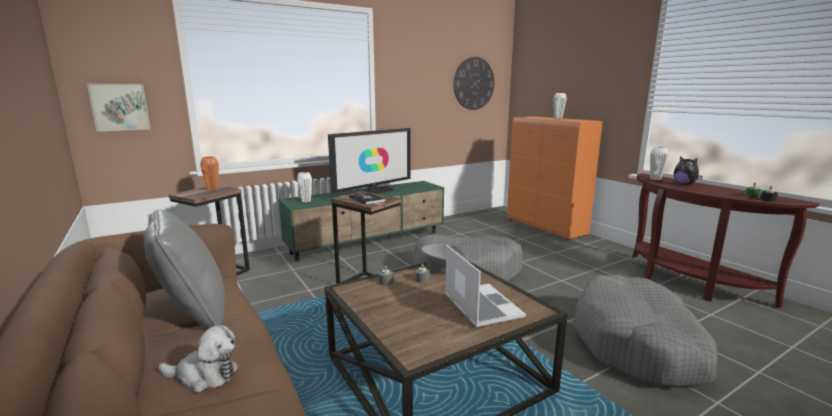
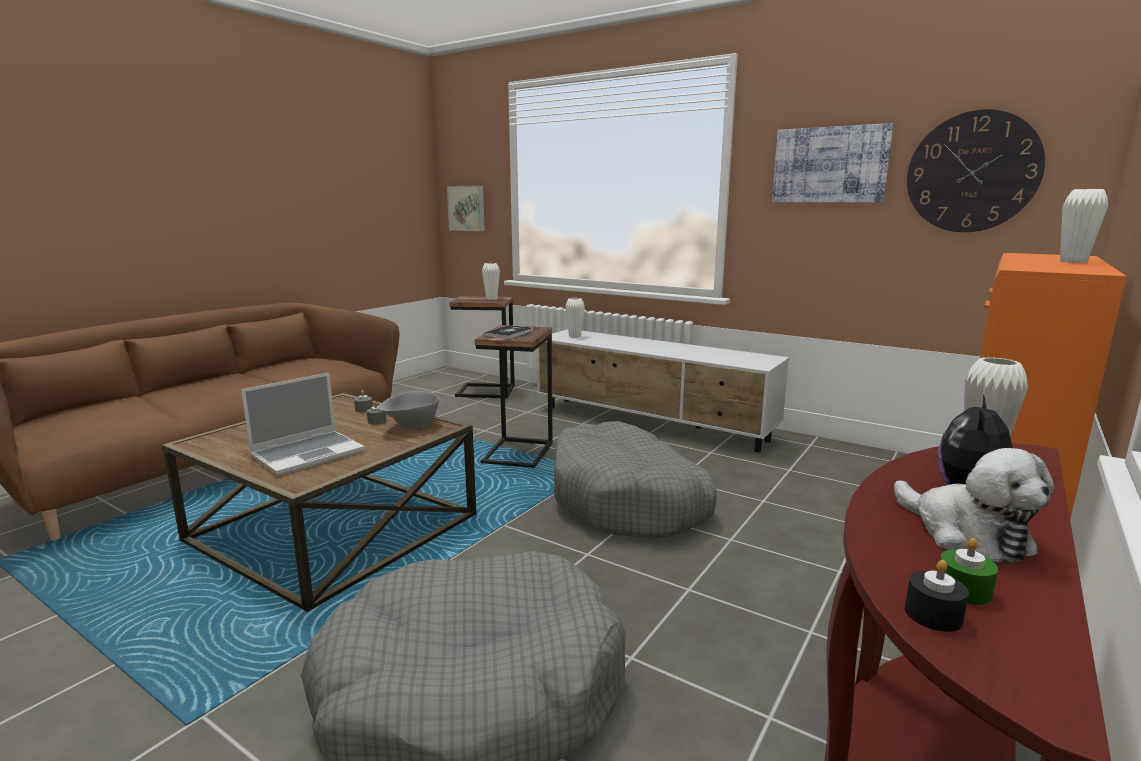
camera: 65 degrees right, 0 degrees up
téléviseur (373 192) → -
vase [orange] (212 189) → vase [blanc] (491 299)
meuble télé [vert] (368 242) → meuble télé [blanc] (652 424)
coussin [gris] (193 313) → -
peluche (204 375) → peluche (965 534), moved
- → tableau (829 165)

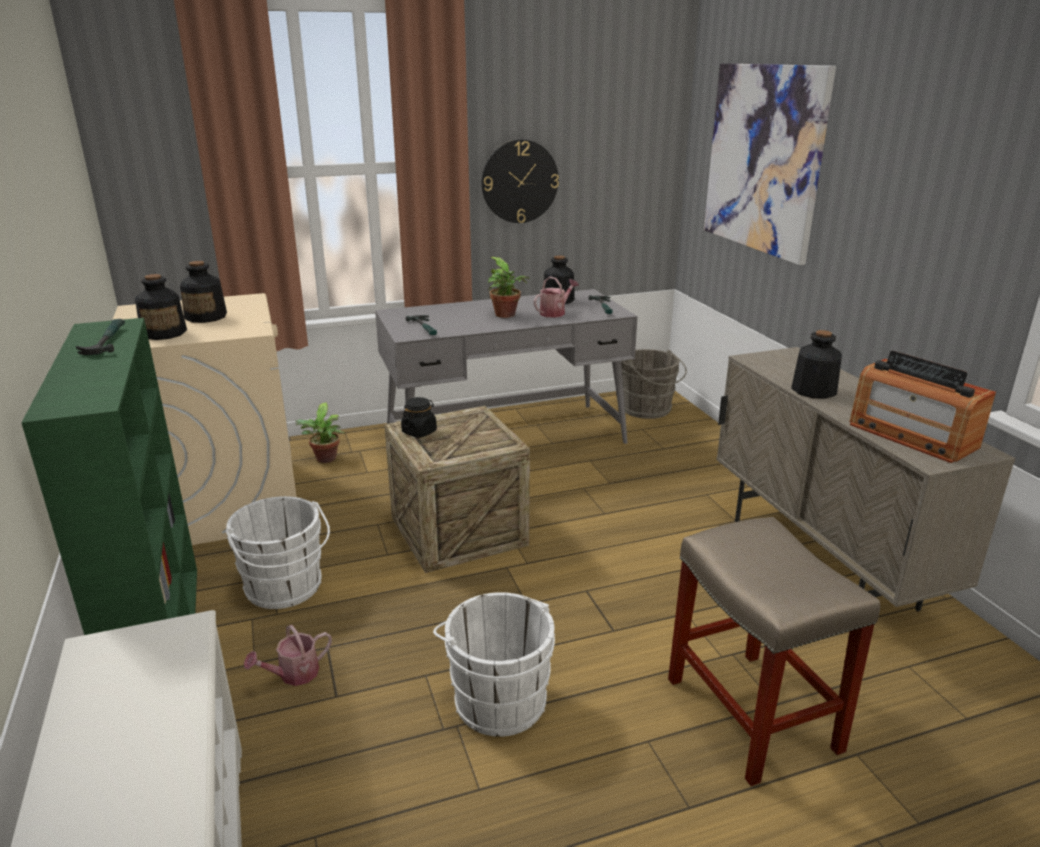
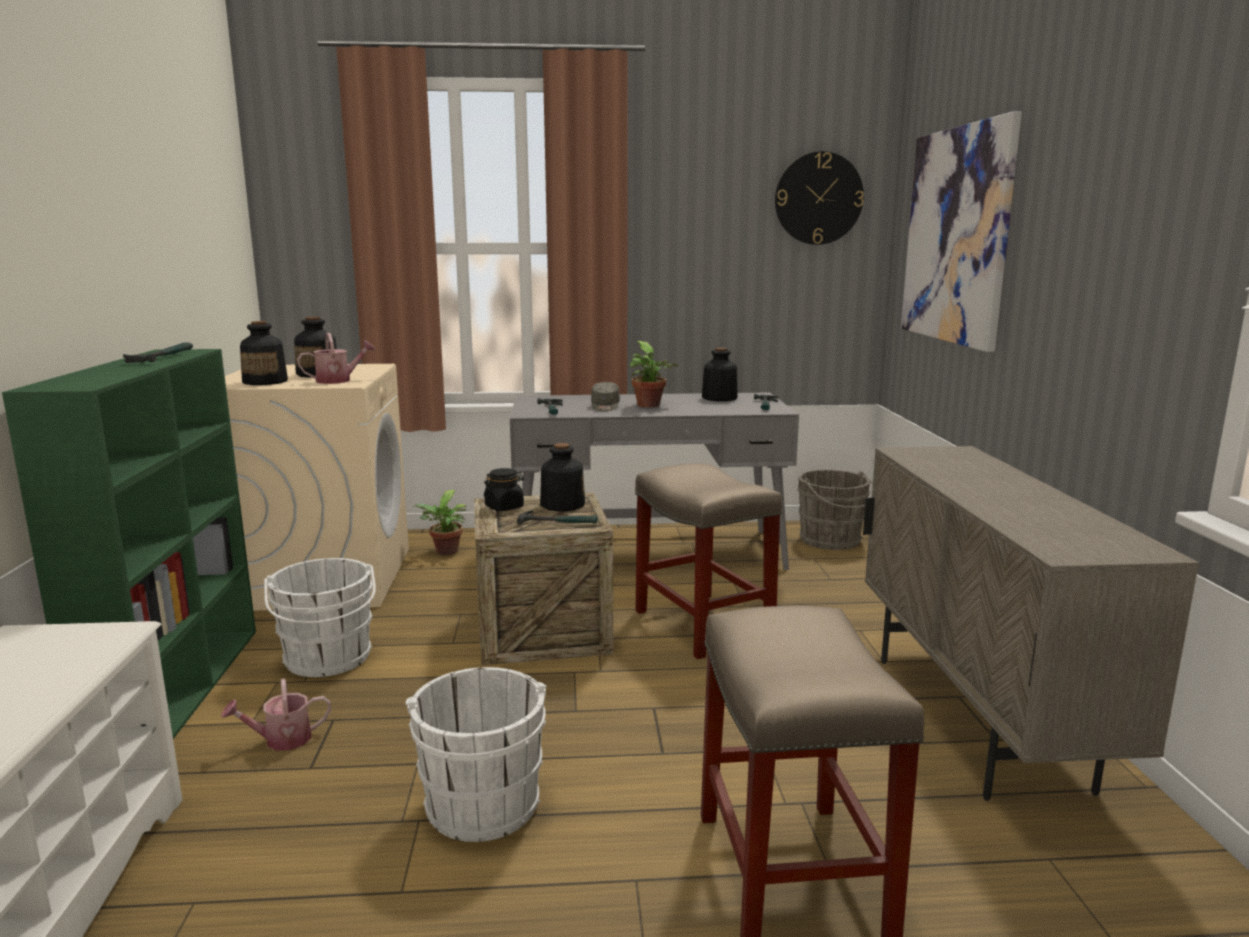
camera: 15 degrees right, 10 degrees down
horloge murale (519 181) → horloge murale (818 198), moved
arrosoir (555 312) → arrosoir (338 380), moved
bouteille (813 390) → bouteille (562 505), moved
radio (911 436) → -
- → casquette [gris] (605 406)
- → tabouret [beige] (701 624)
- → marteau (558 523)

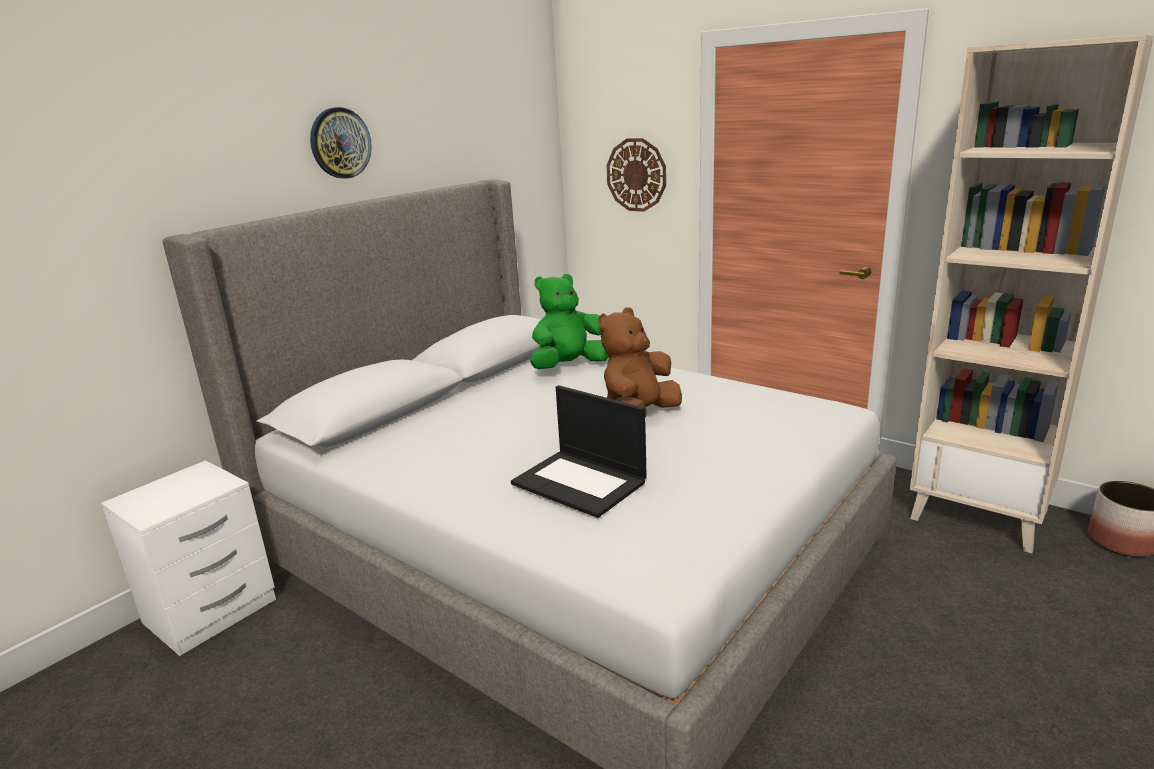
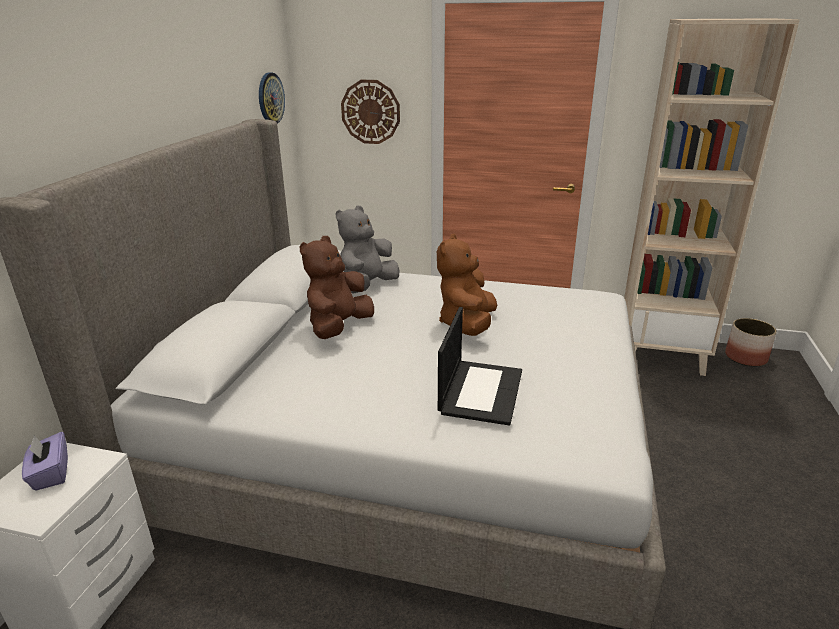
camera: 25 degrees left, 5 degrees up
horloge murale (340 143) → horloge murale (270 98), moved
peluche [vert] (569 366) → peluche [gris] (367 286)
ordinateur portable (581 483) → ordinateur portable (480 391), 90 degrees counterclockwise
- → peluche [marron] (338 327)
- → boîte à mouchoirs [violet] (50 474)

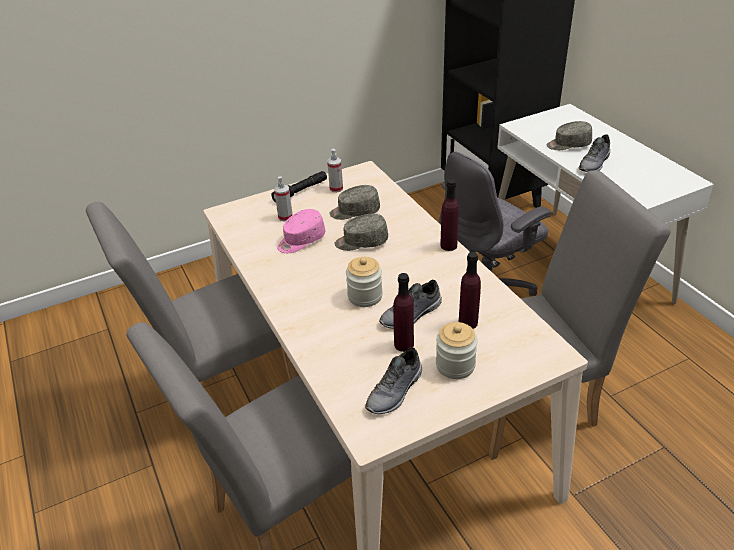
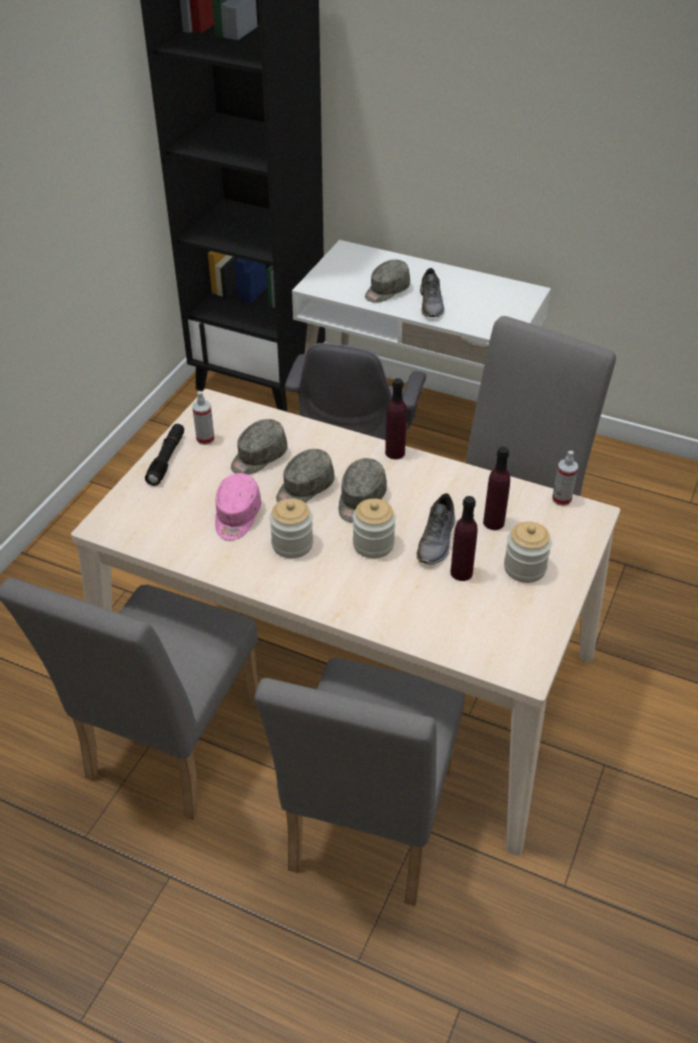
camera: 40 degrees left, 5 degrees up
vaporisateur (285 217) → vaporisateur (561 499), moved
chaussure [gris] (395 391) → -
- → casquette [gris] (360 500)
- → bocal (292 544)

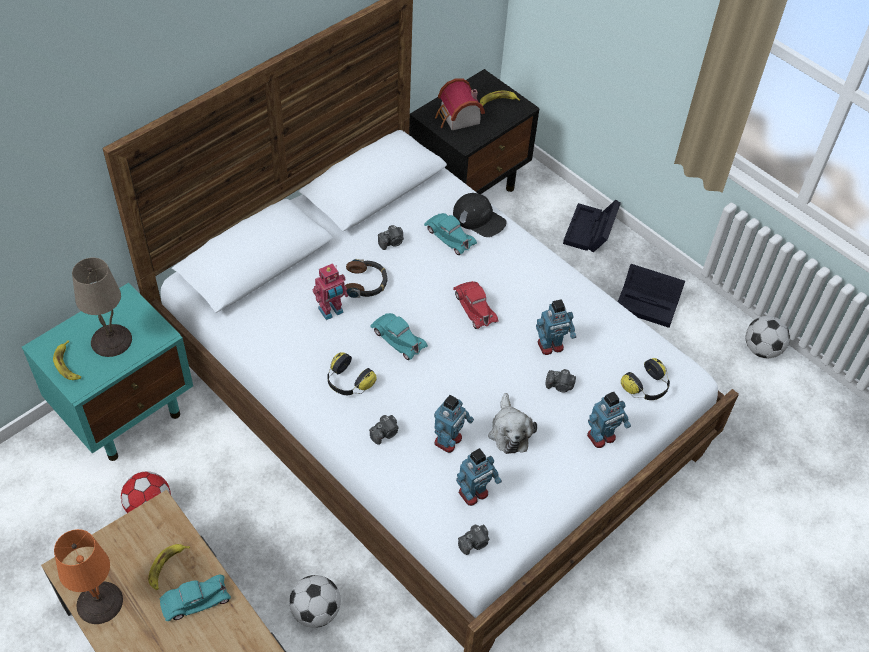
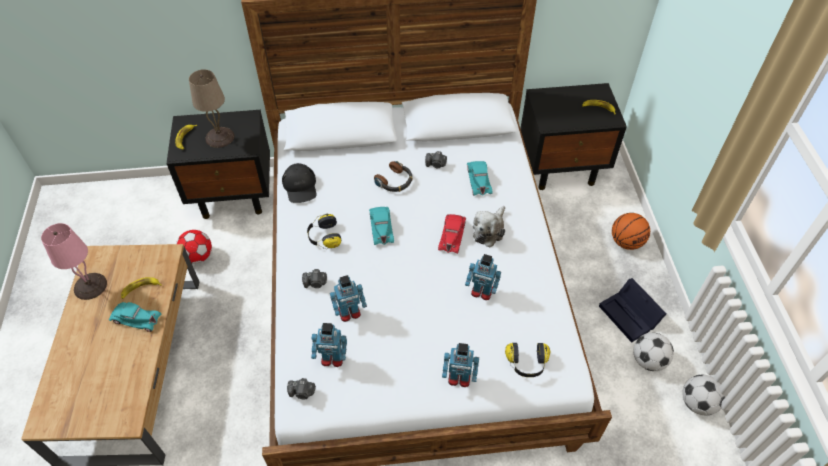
camera: 40 degrees right, 0 degrees up
maison miniature (458 118) → -
casquette [noir] (479 219) → casquette [noir] (300 186), moved
boîte de rangement [noir] (590 232) → ballon de basket (626 242)
robot jouet (331 311) → -
table de chevet [turquoise] (126 412) → table de chevet [noir] (235 195)
appareil photo (560 386) → -
peluche (509 431) → peluche (489 230), moved
lampe de table [orange] (100 601) → lampe de table [rose] (91 285)
ballon de foot (316 611) → ballon de foot (648 360), moved

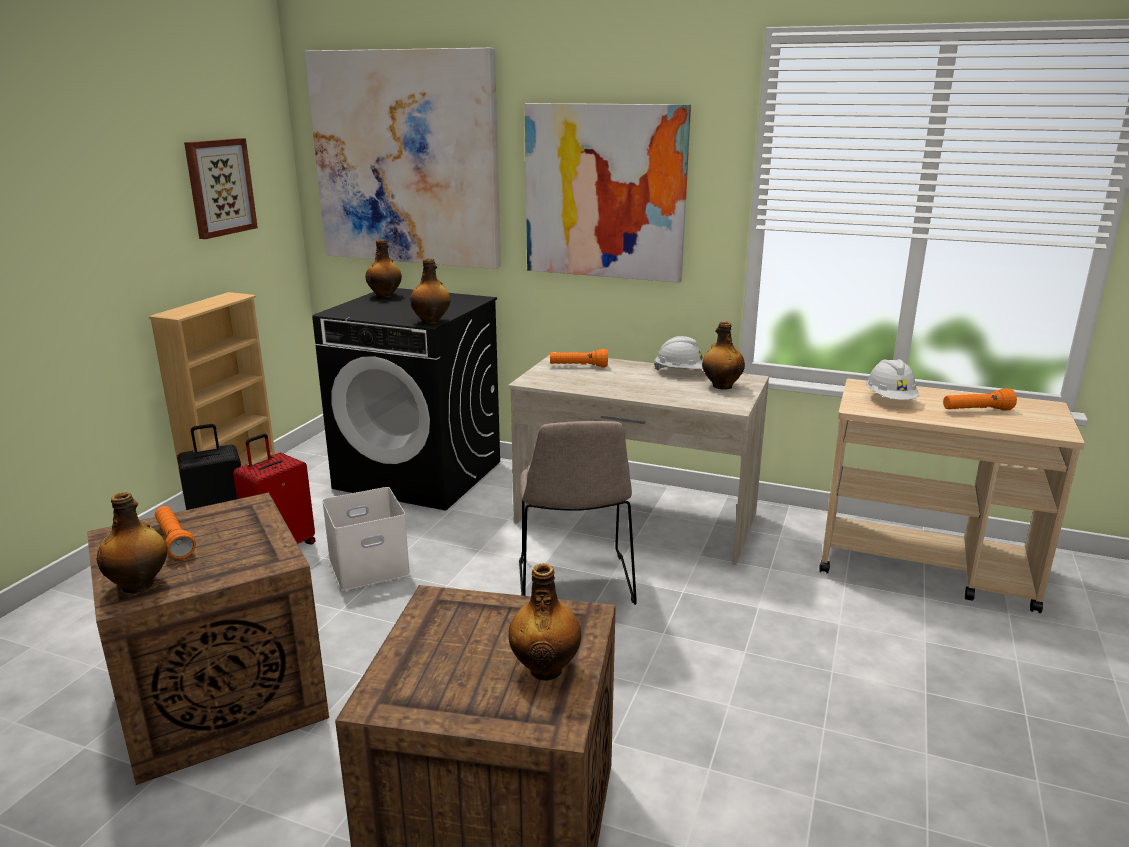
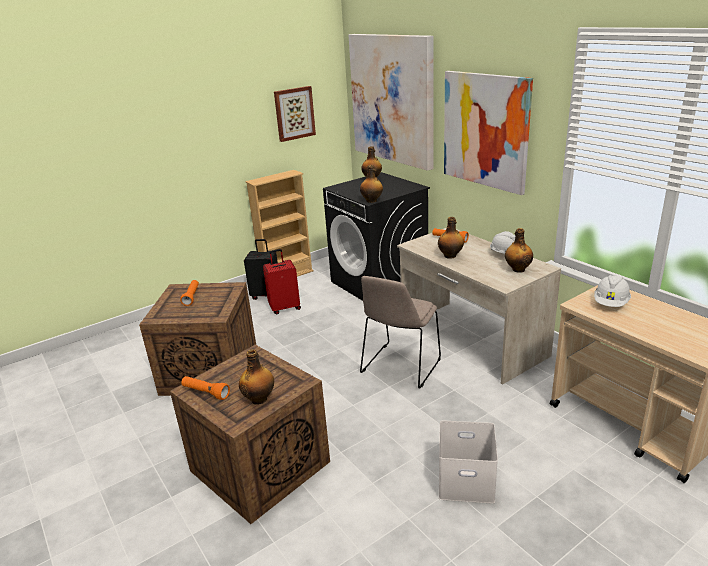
camera: 35 degrees right, 5 degrees up
lampe de poche [orange] (976 411) → lampe de poche [orange] (205 393), moved
boîte de rangement [blanc] (370 565) → boîte de rangement [blanc] (467 480), moved
bouteille (139 585) → bouteille (450 256), moved

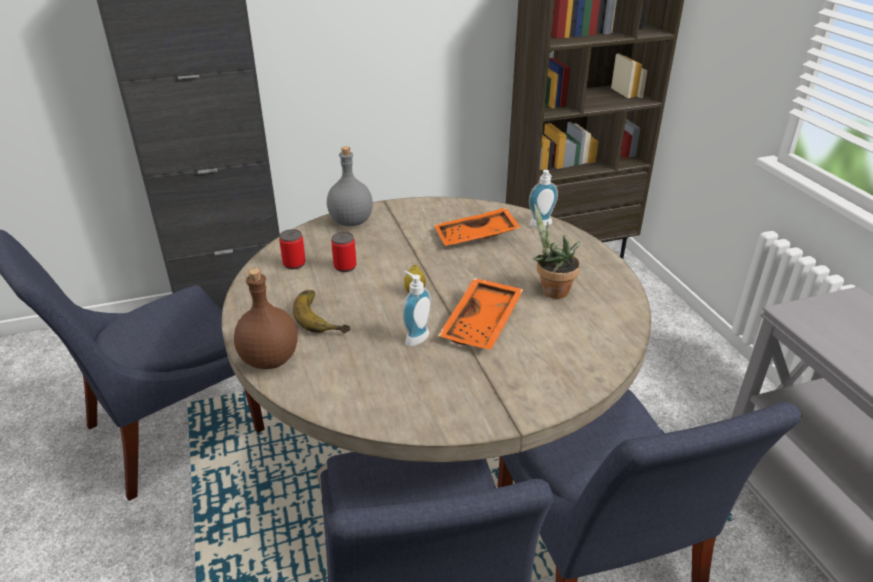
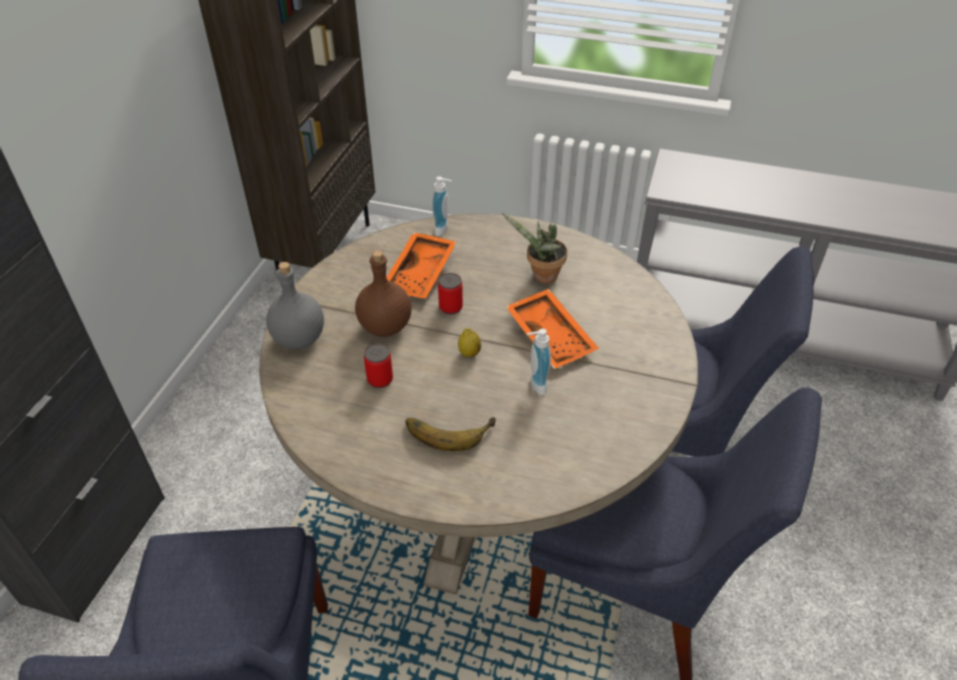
camera: 55 degrees left, 10 degrees up
boîte métallique (294 264) → boîte métallique (450 307), moved
bouteille [marron] (269 360) → bouteille [marron] (385 327), moved

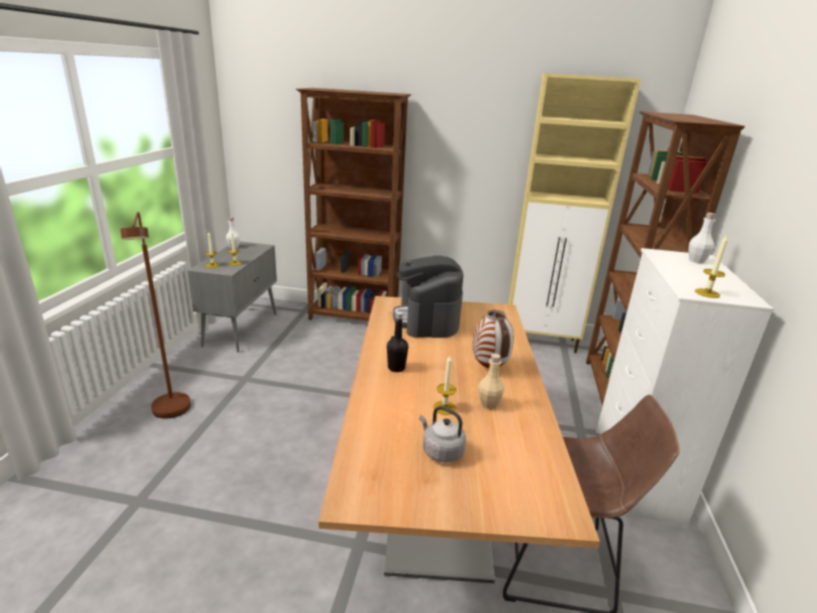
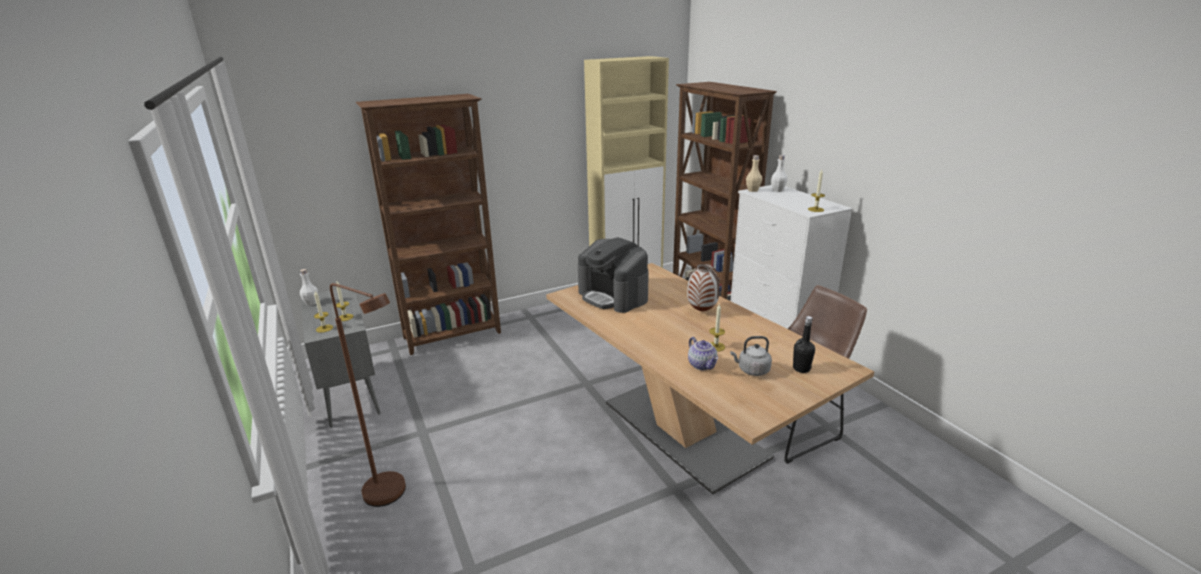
camera: 35 degrees left, 0 degrees up
bouteille [noir] (396 368) → bouteille [noir] (801 368), moved
bouteille [beige] (489 404) → bouteille [beige] (752 190), moved
- → théière (702 365)

